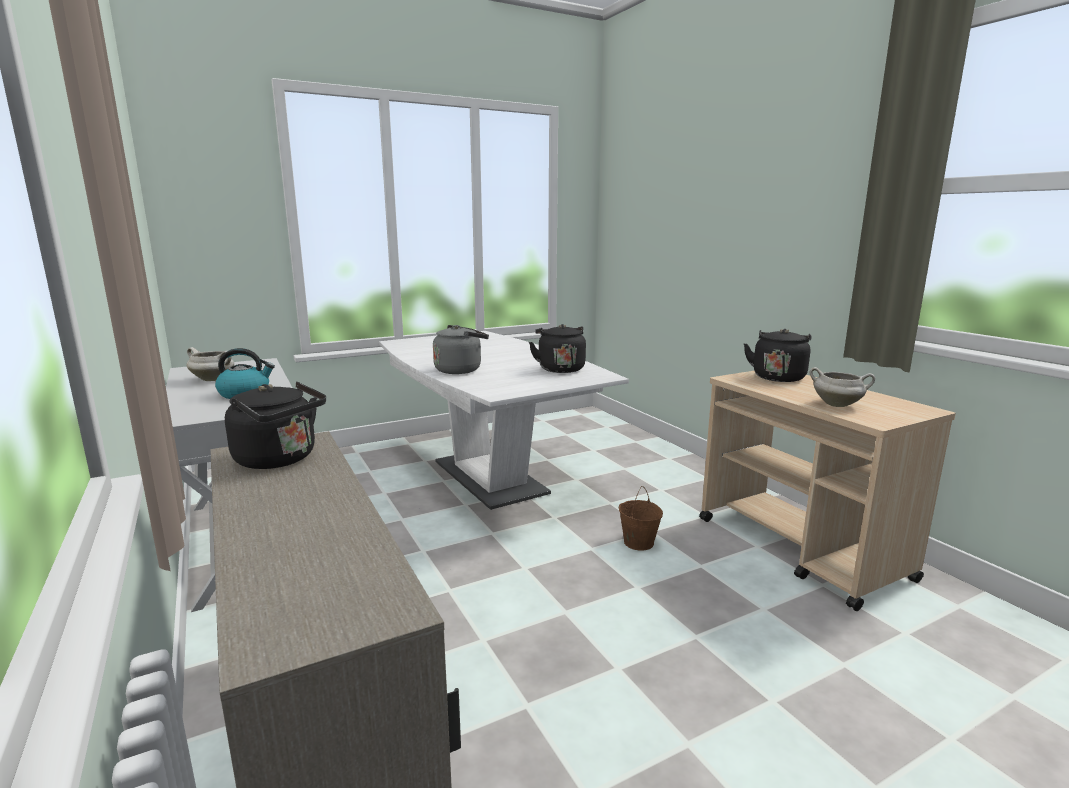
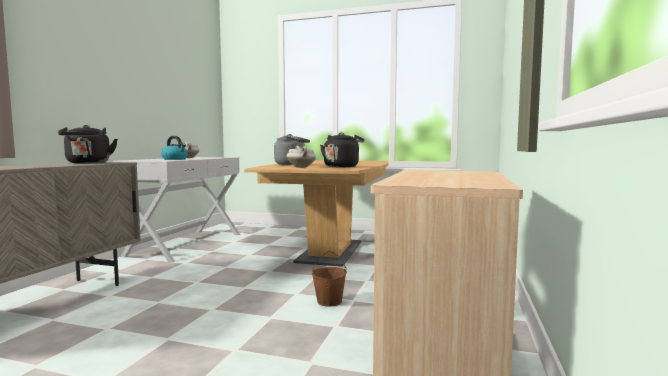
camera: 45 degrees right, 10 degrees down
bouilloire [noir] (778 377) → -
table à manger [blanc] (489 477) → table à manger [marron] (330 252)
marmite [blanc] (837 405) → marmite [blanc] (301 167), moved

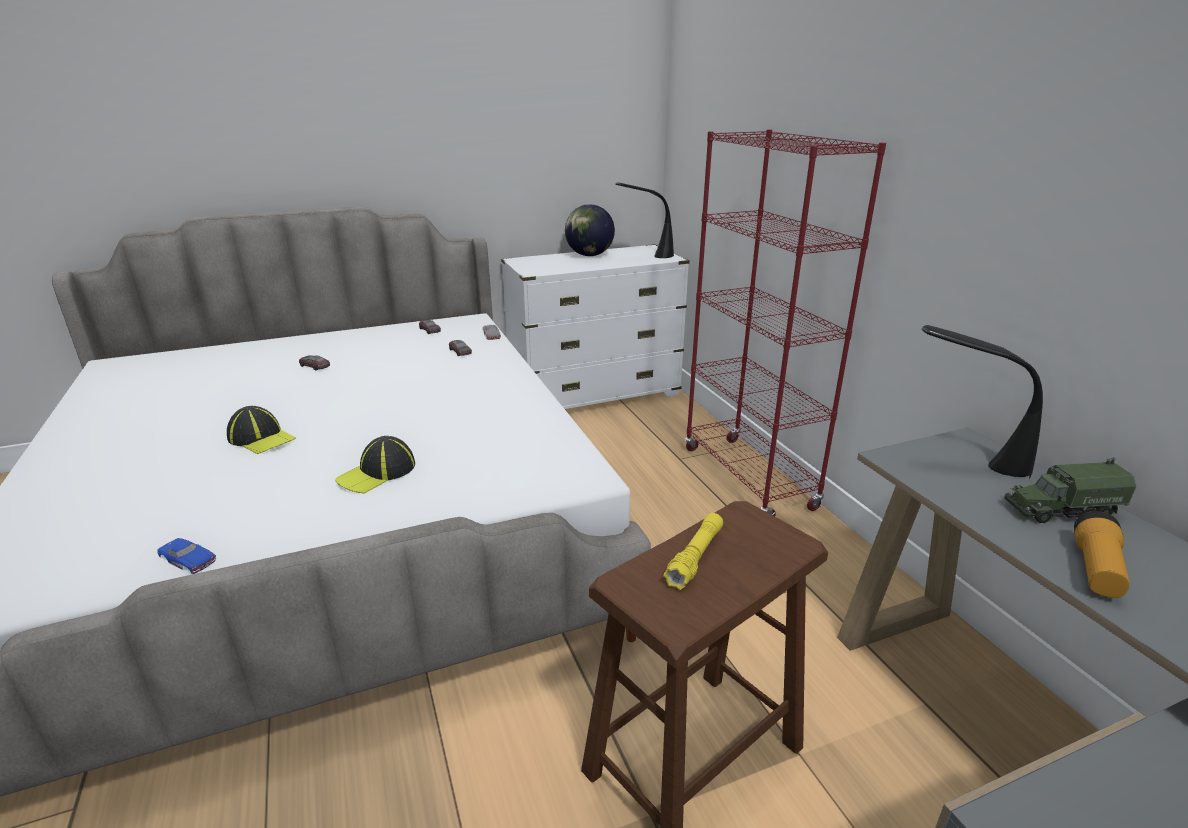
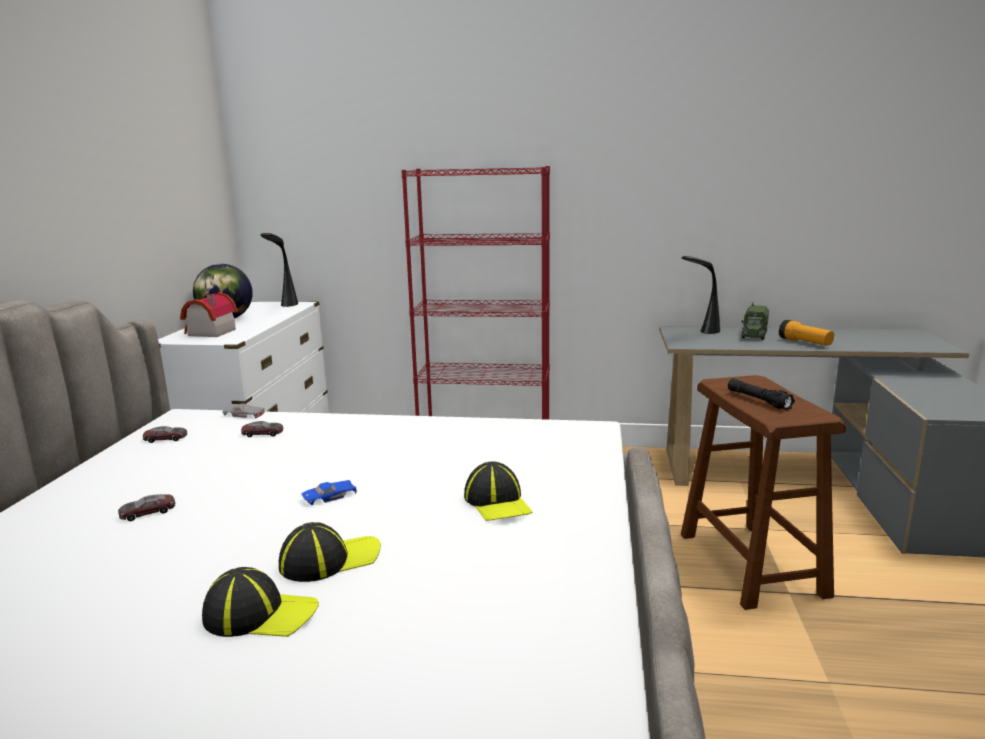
camera: 60 degrees left, 10 degrees down
lampe de poche [jaune] (695 557) → lampe de poche [noir] (758 400)
petite voiture [bleu] (188 559) → petite voiture [bleu] (329 496), moved
- → maison miniature (208 332)
- → casquette (260 614)

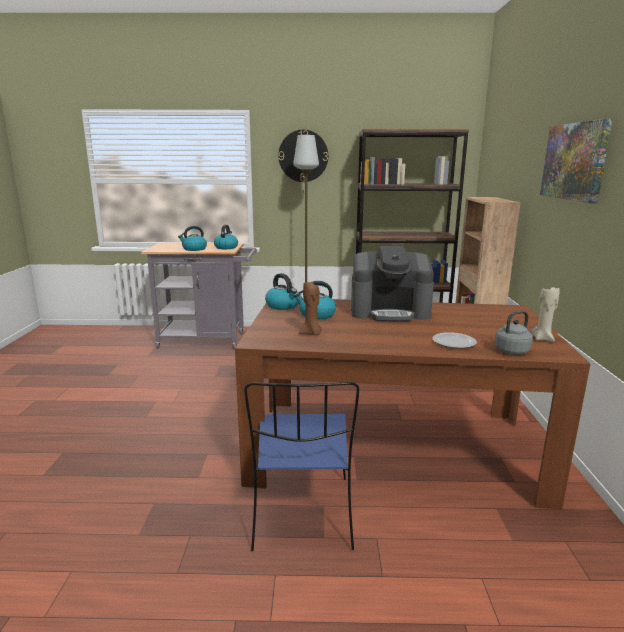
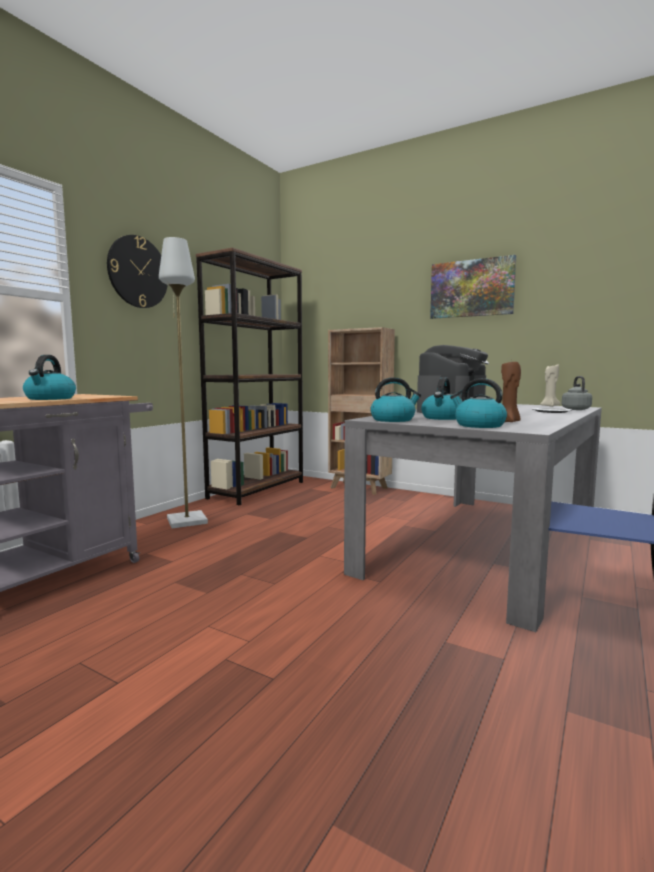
camera: 60 degrees left, 10 degrees down
bouilloire (226 247) → bouilloire (478 425), moved
table à manger [marron] (392 447) → table à manger [gris] (485 546)

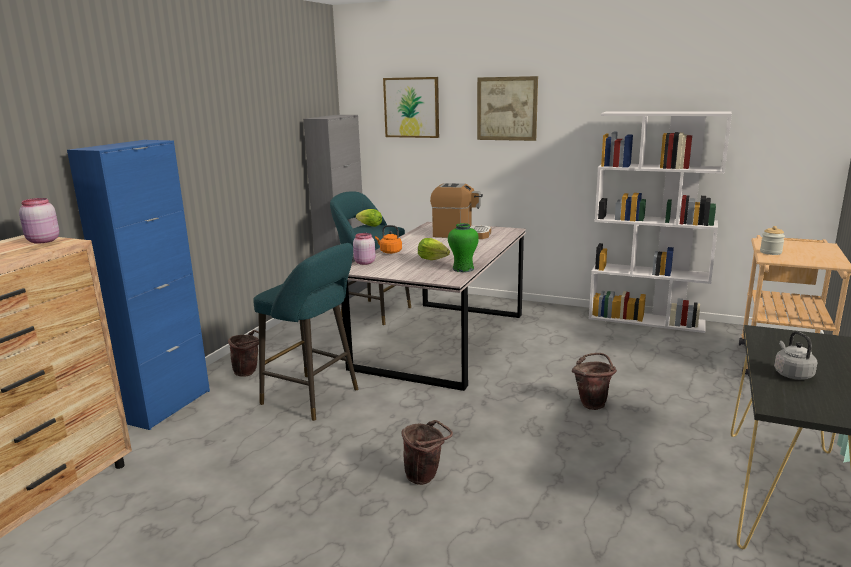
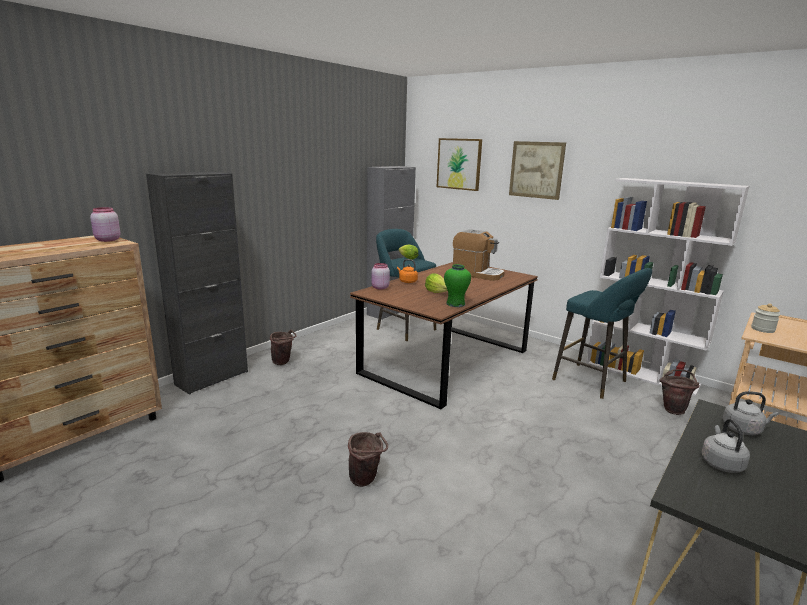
camera: 15 degrees right, 0 degrees up
meuble de rangement [bleu] (167 406) → meuble de rangement [noir] (212 378)
table à manger [gris] (440 339) → table à manger [marron] (445 361)
tabouret [turquoise] (314 398) → tabouret [turquoise] (593 382), moved
seau [marron] (592 403) → seau [marron] (674 409), moved
- → bouilloire [gris] (743 429)

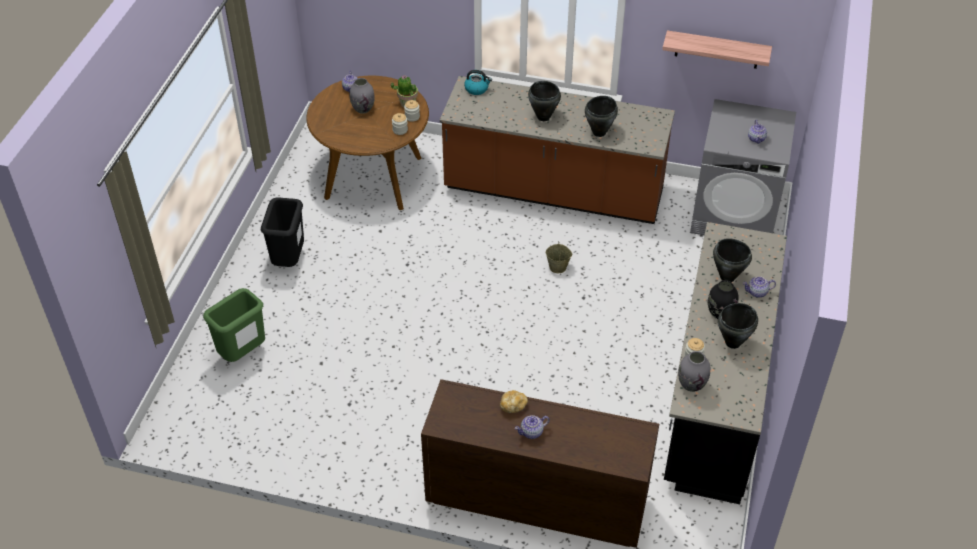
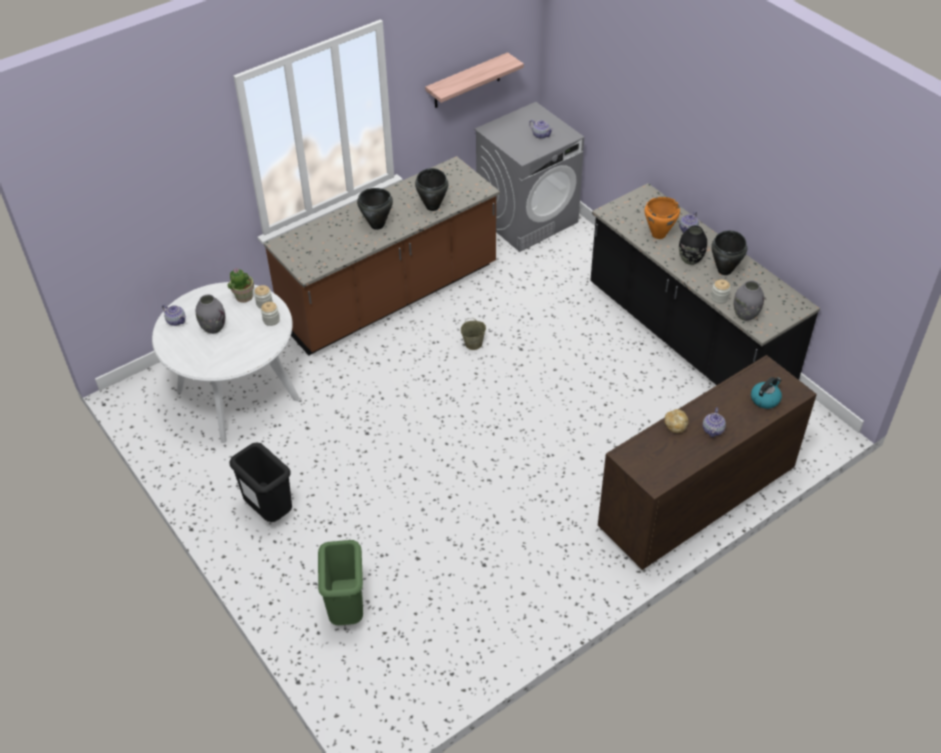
camera: 50 degrees left, 0 degrees up
bouilloire (477 89) → bouilloire (765 399), moved
table à manger [marron] (373 177) → table à manger [blanc] (238 395)
marmite [noir] (727 277) → marmite [orange] (658 234)

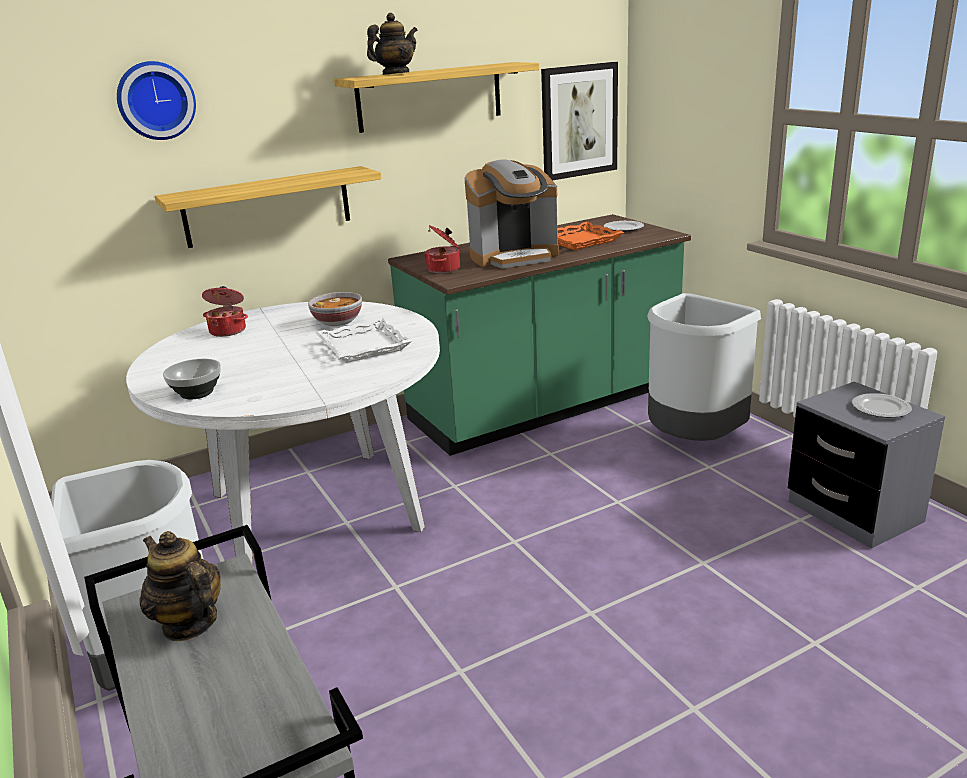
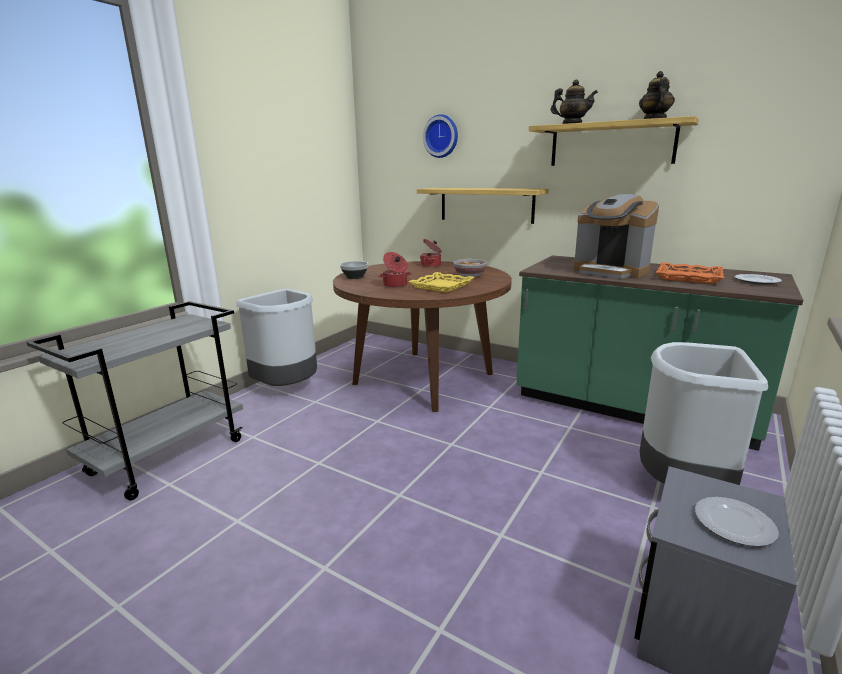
camera: 60 degrees right, 5 degrees down
tableau (579 121) → -
marmite (444 269) → marmite (395 285), moved
table à manger [blanc] (314 511) → table à manger [marron] (423 378)
plateau [blanc] (364 346) → plateau [jaune] (442 286)
théière (189 623) → théière (654 119), moved

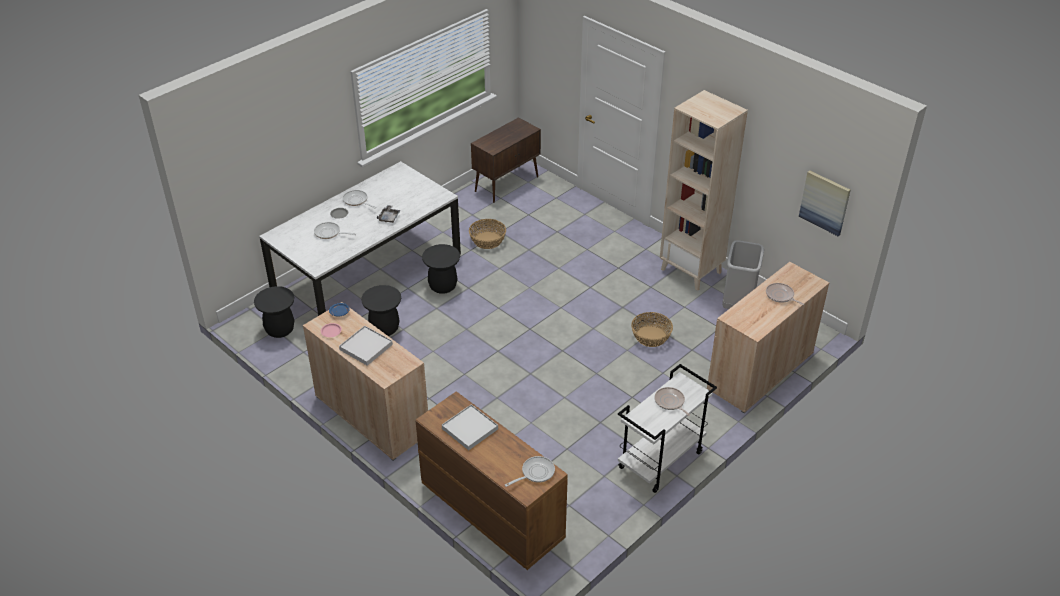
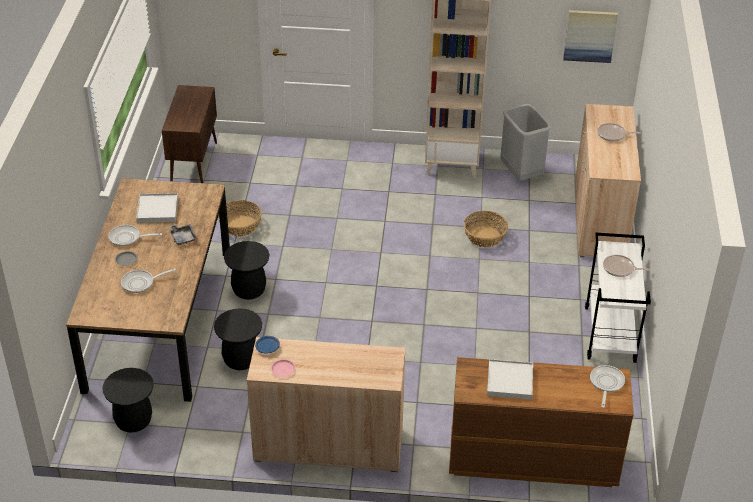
camera: 40 degrees left, 0 degrees up
table à manger [blanc] (367 275) → table à manger [marron] (160 319)
plateau [blanc] (366 347) → plateau [blanc] (157 210), moved

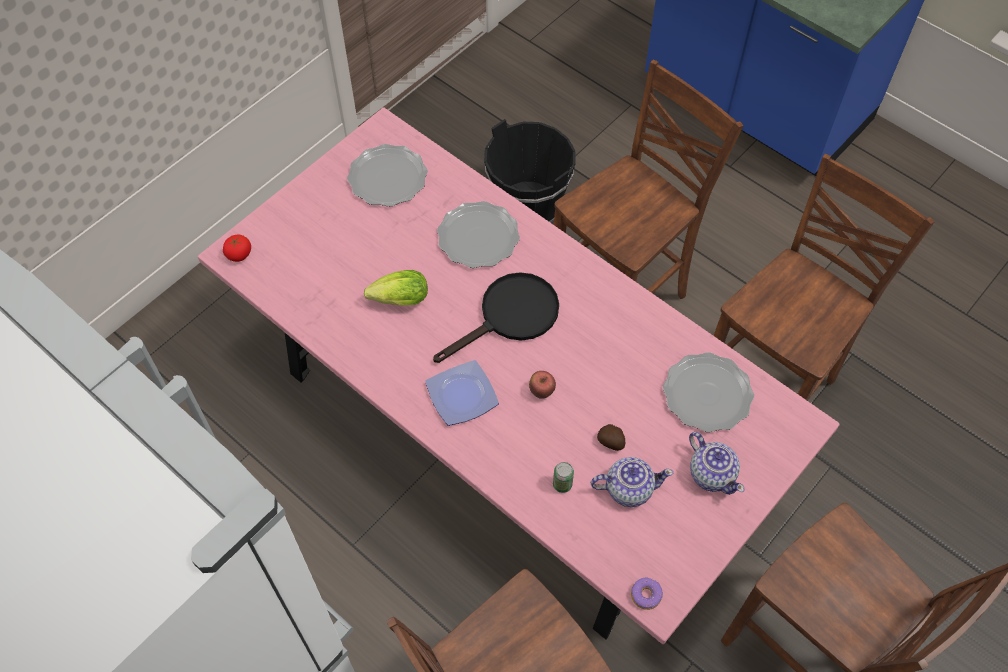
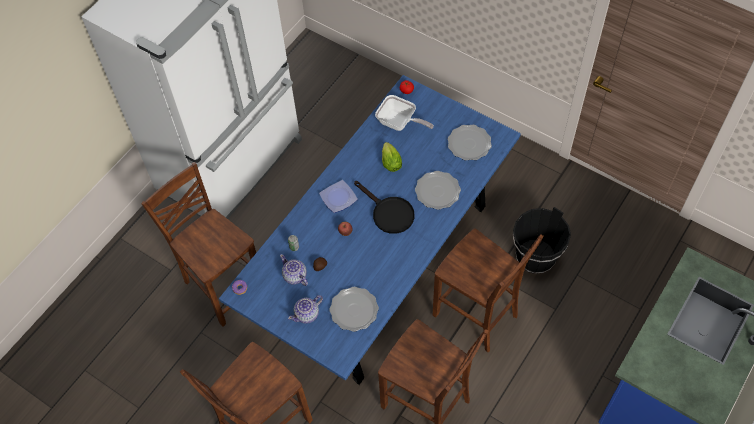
camera: 85 degrees right, 0 degrees up
table à manger [rose] (504 428) → table à manger [bleu] (380 264)
théière (628 488) → théière (295 276), 150 degrees clockwise
- → poêle (399 123)

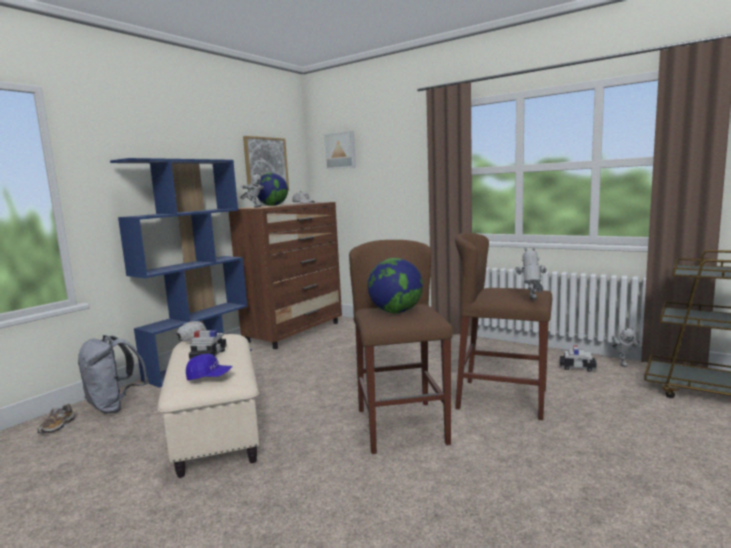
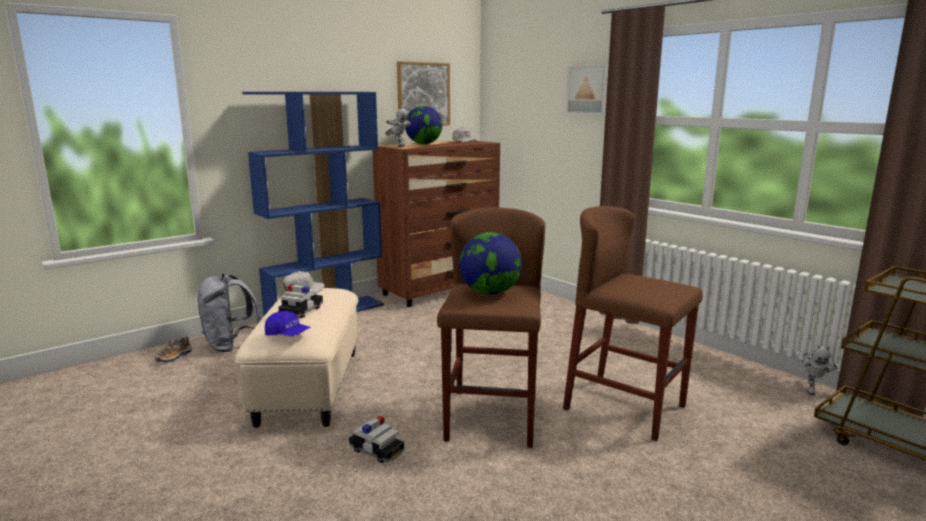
camera: 15 degrees right, 5 degrees up
tableau (341 150) → tableau (588 89), moved
robot jouet (532 300) → -
petite voiture (577 367) → petite voiture (377 450), moved

